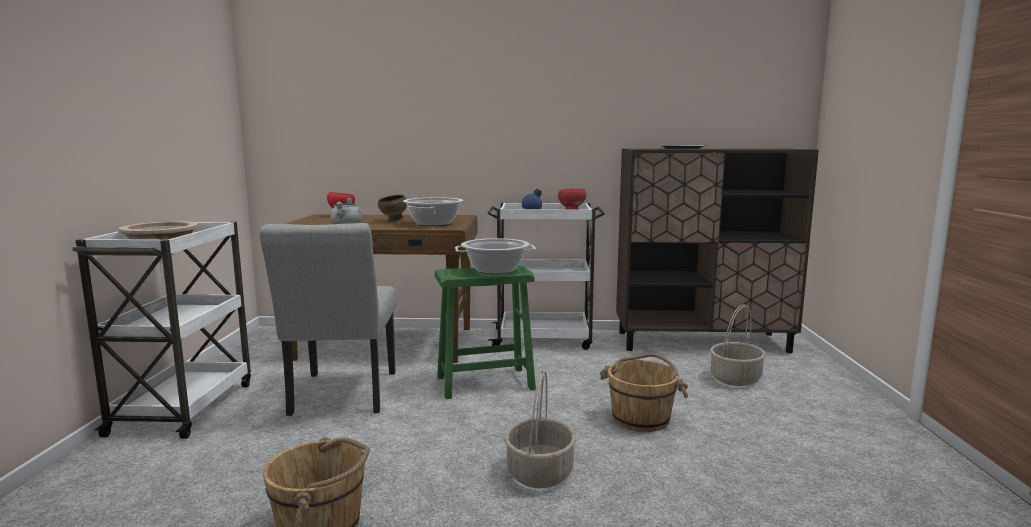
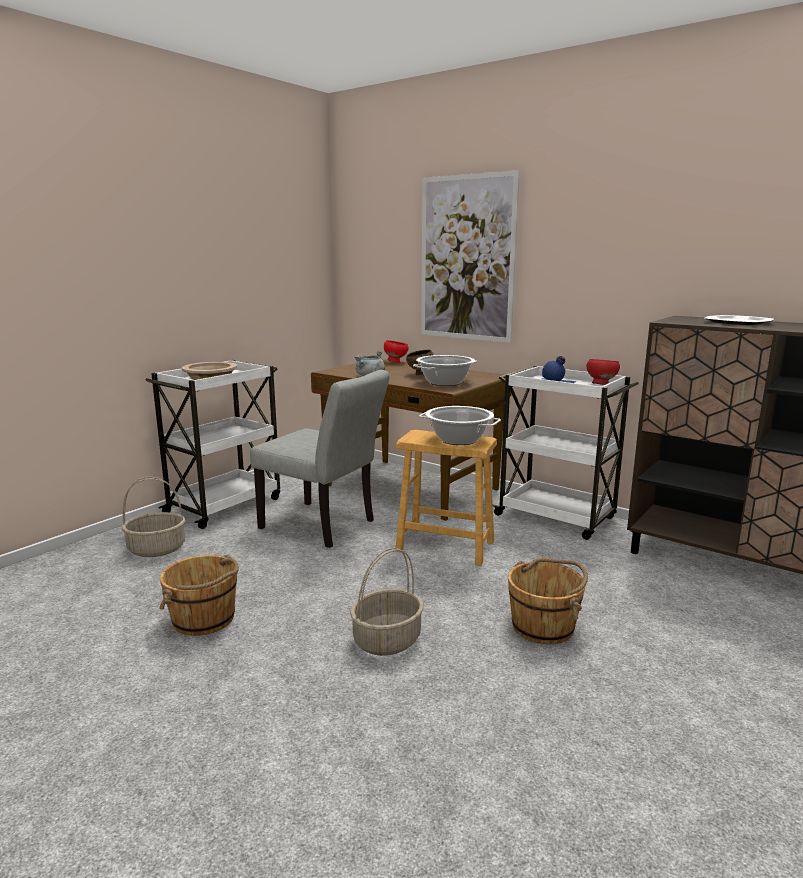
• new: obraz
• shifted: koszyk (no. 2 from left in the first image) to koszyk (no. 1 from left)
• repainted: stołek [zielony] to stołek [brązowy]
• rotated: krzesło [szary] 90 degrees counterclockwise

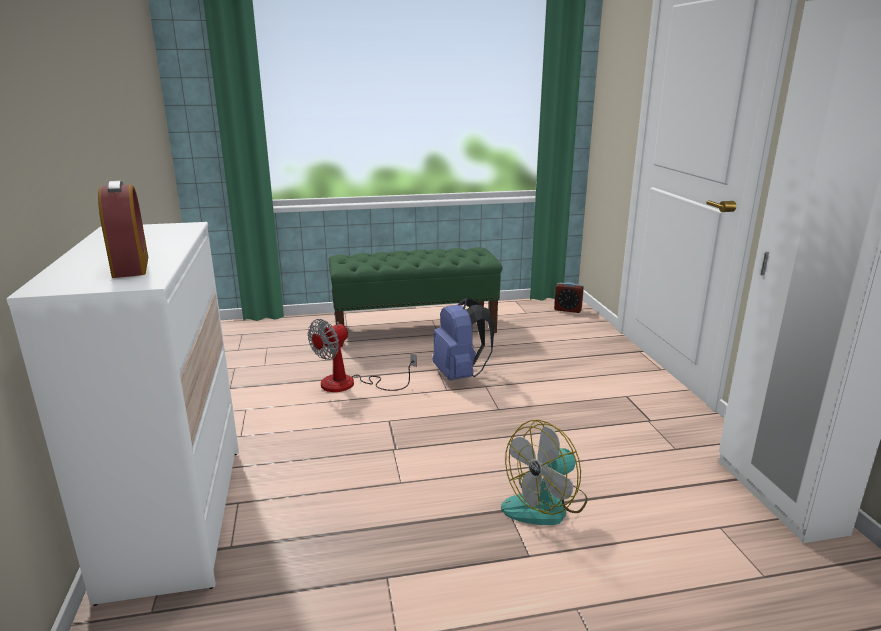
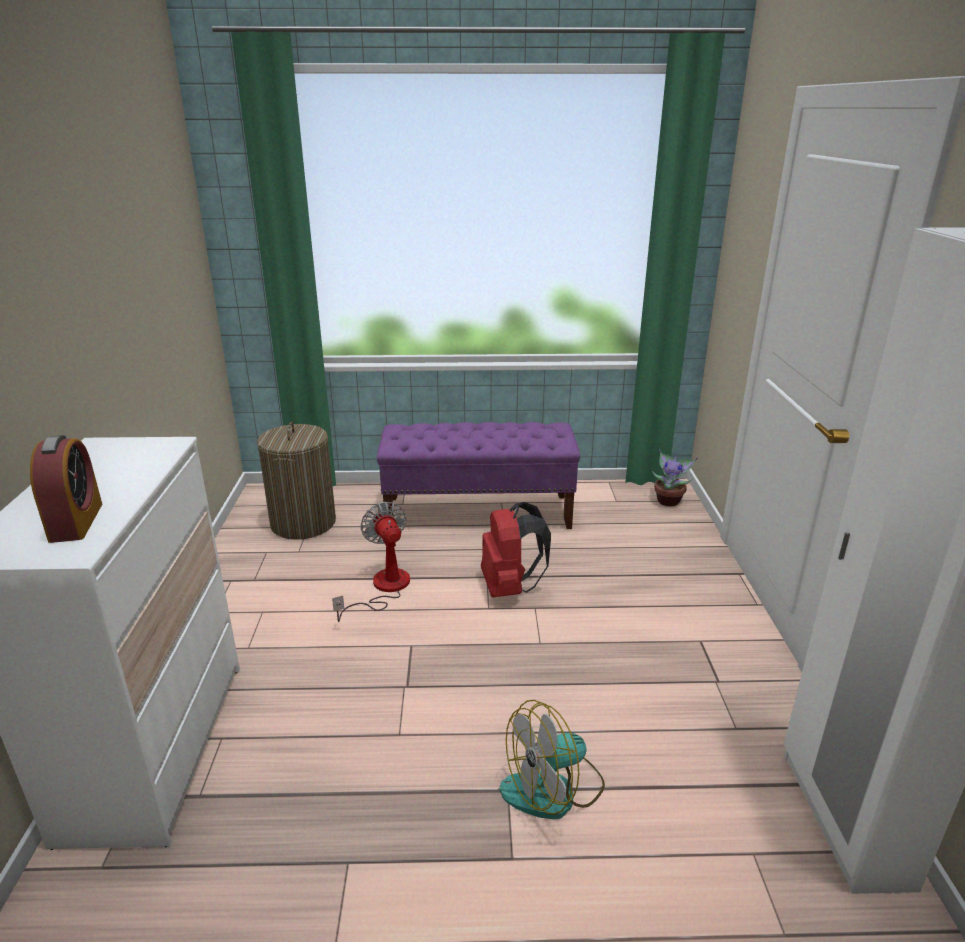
• new: kosz na pranie
• swapped: budzik (no. 2 from left) to roślina doniczkowa
• repainted: ławka [zielony] to ławka [fioletowy]
• repainted: plecak [niebieski] to plecak [czerwony]
• rotated: wentylator (no. 1 from left) 105 degrees clockwise

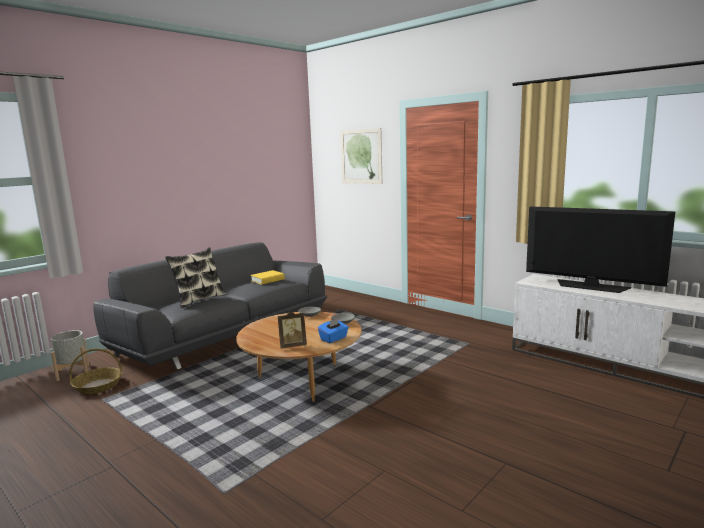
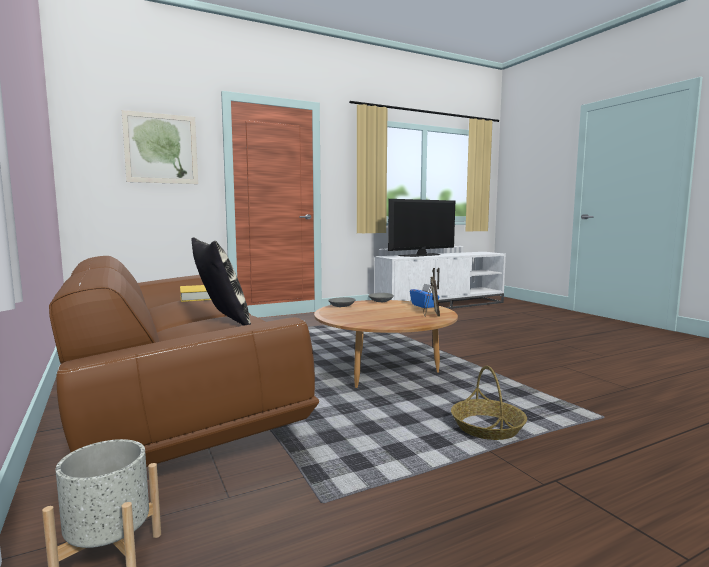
• shifted: koszyk
• repainted: kanapa [szary] to kanapa [brązowy]

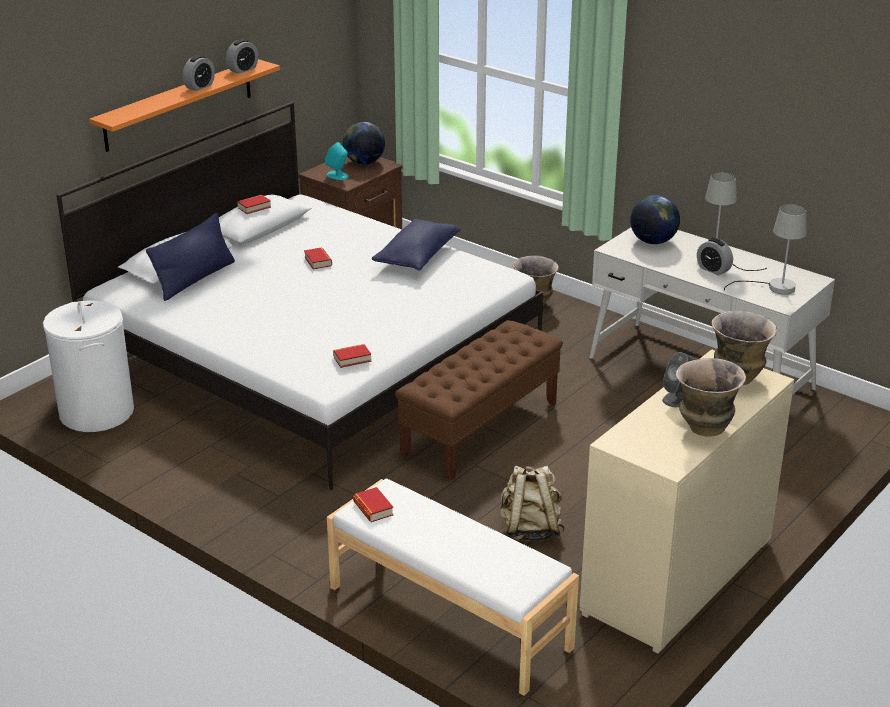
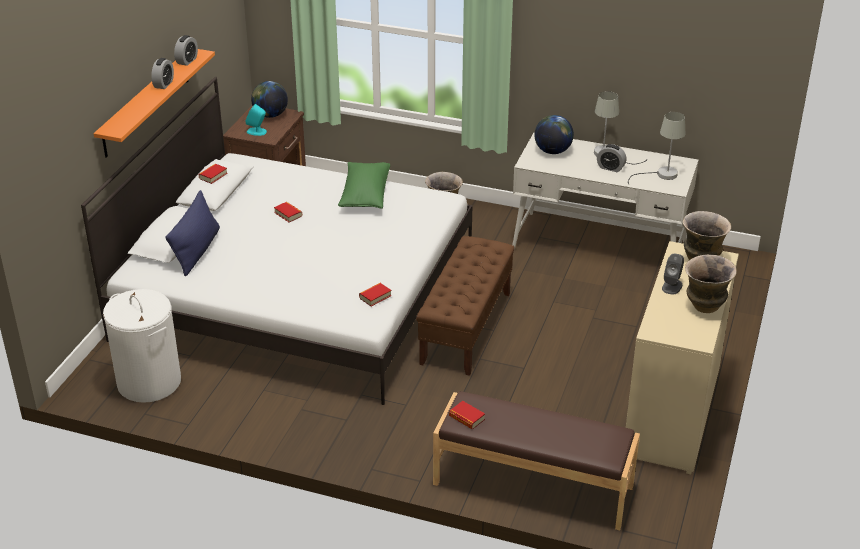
• gone: plecak [beżowy]
• repainted: ławka [biały] to ławka [brązowy] (no. 2 from left)
• repainted: poduszka [niebieski] (no. 2 from left) to poduszka [zielony]

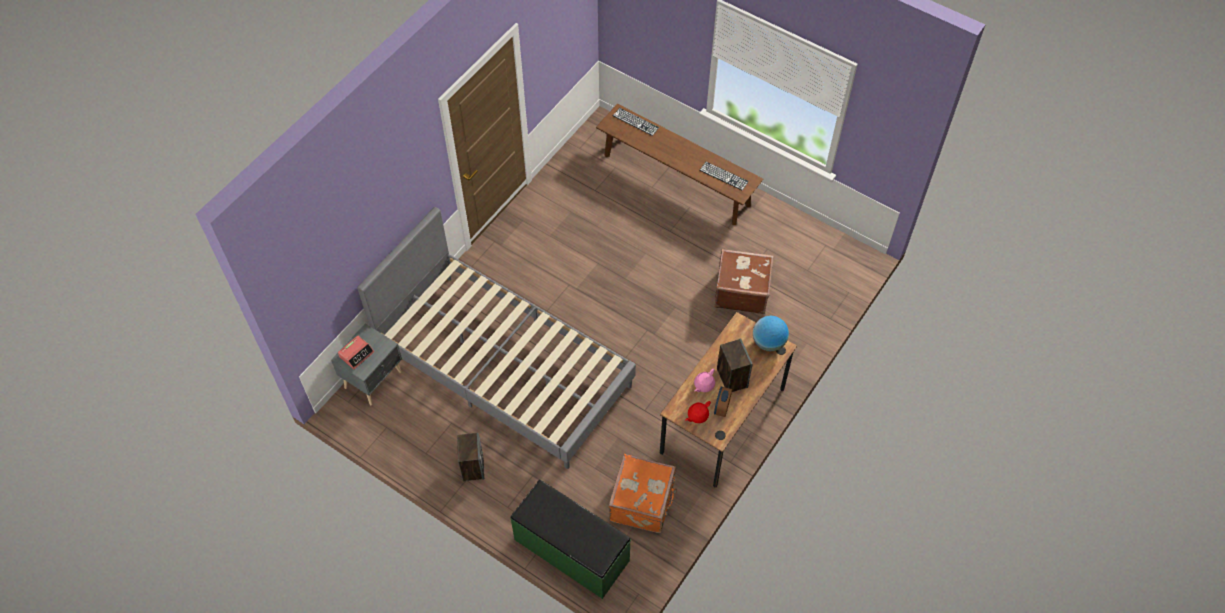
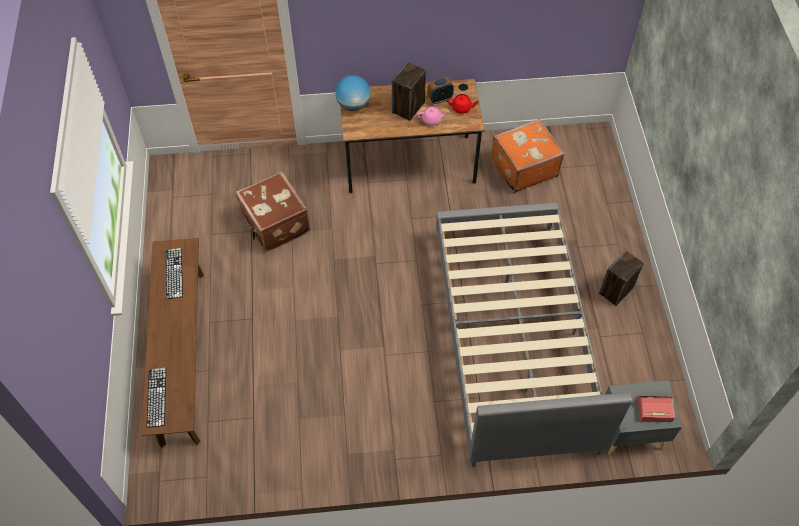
• gone: ławka [zielony]

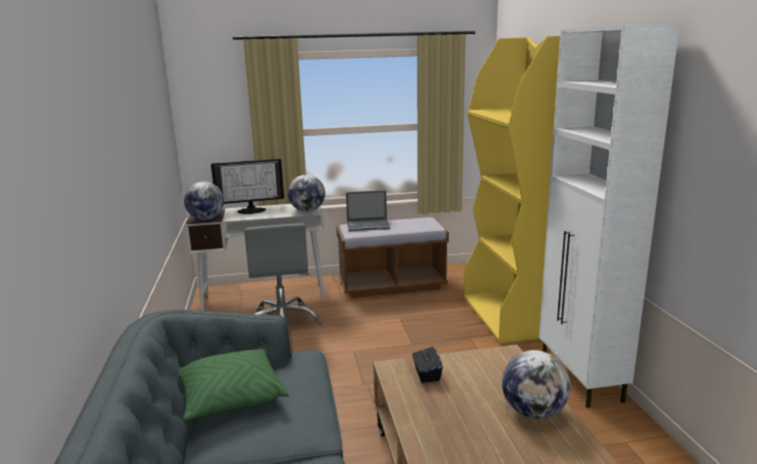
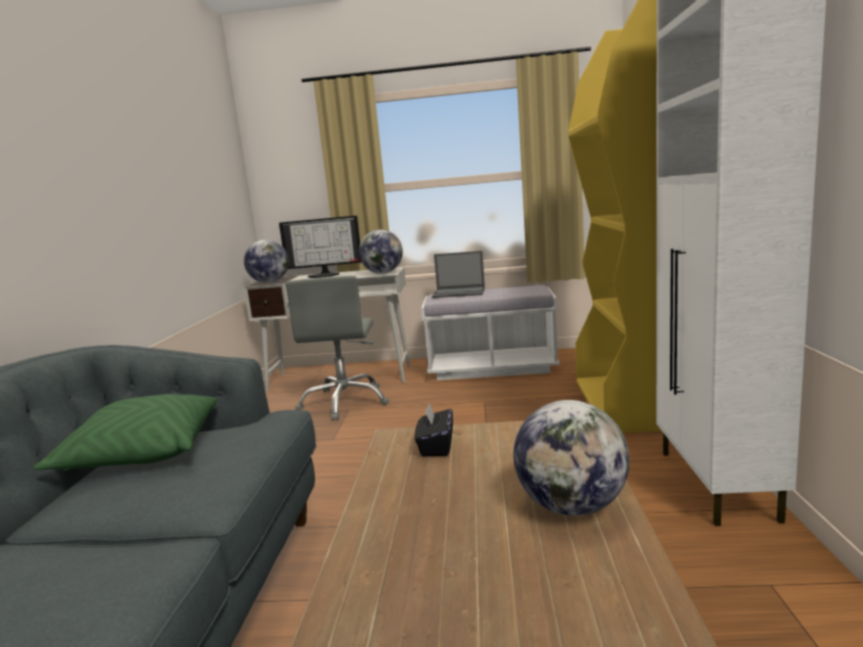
• repainted: ławka [brązowy] to ławka [biały]

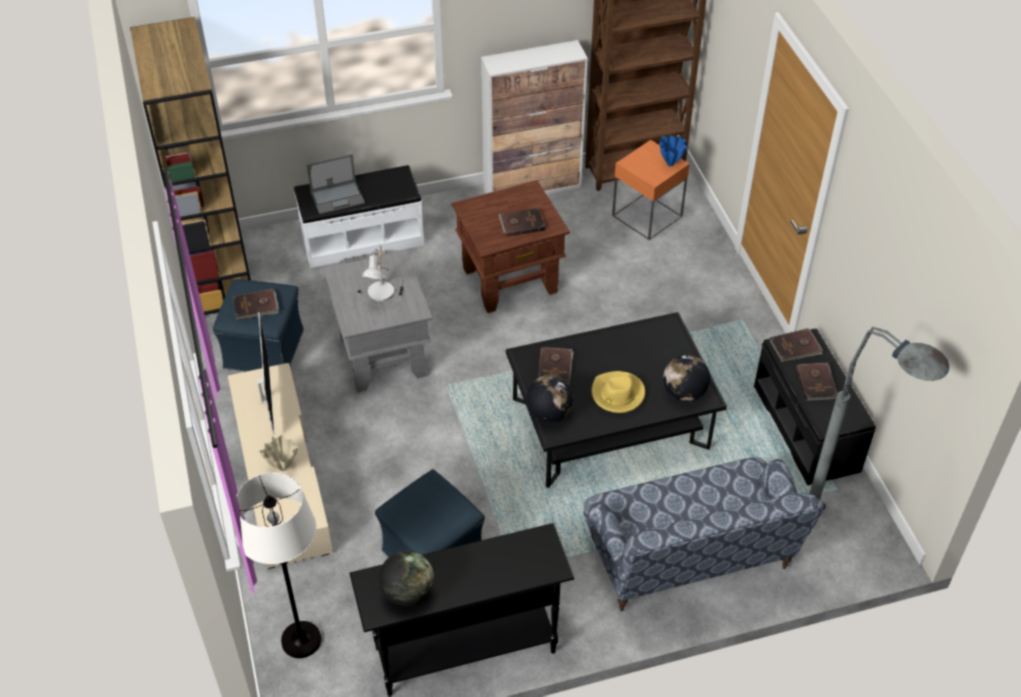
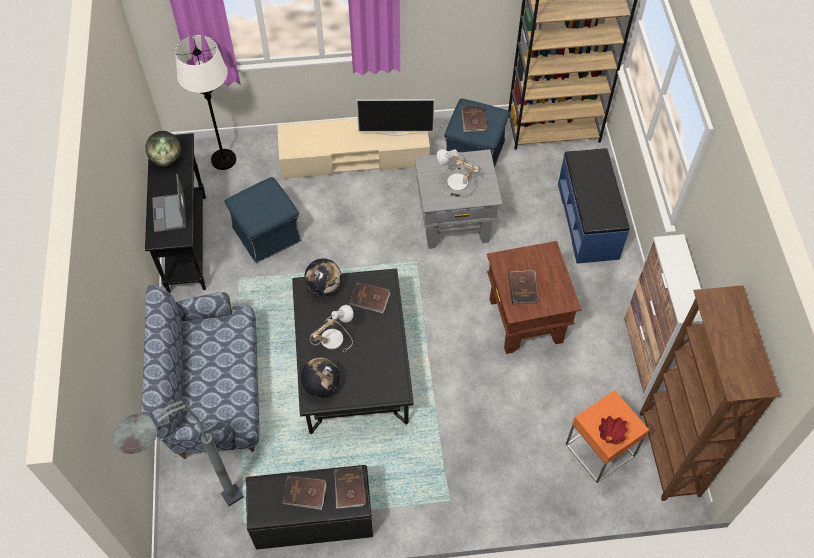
• gone: wazon [beżowy]
• shifted: laptop
• swapped: kapelusz [żółty] to lampa stołowa (no. 1 from left)
• repainted: ławka [biały] to ławka [niebieski]
• repainted: wazon [niebieski] to wazon [czerwony]

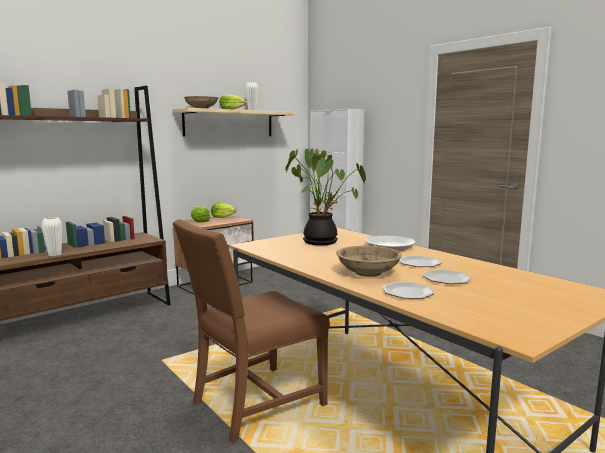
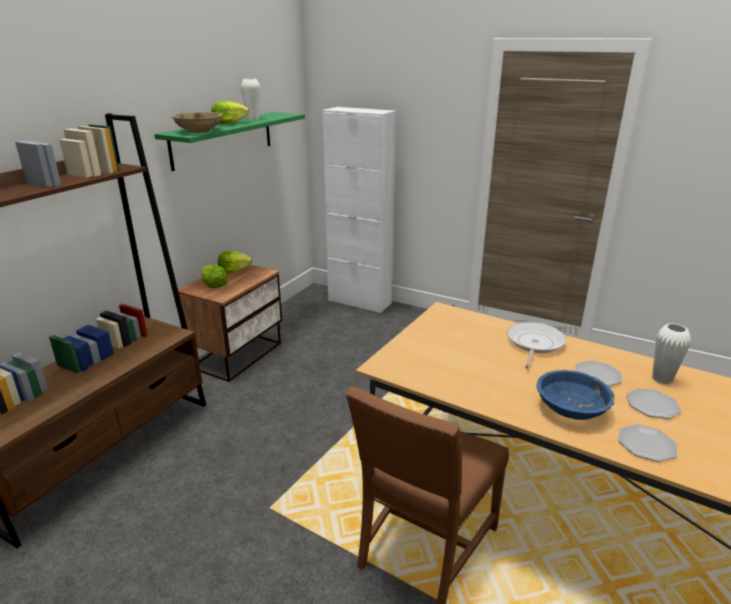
• gone: roślina doniczkowa
• shifted: wazon [biały] (no. 1 from left in the first image) to wazon [biały] (no. 2 from left)
• repainted: półka [beżowy] to półka [zielony]
• repainted: miska [beżowy] (no. 2 from left) to miska [niebieski]

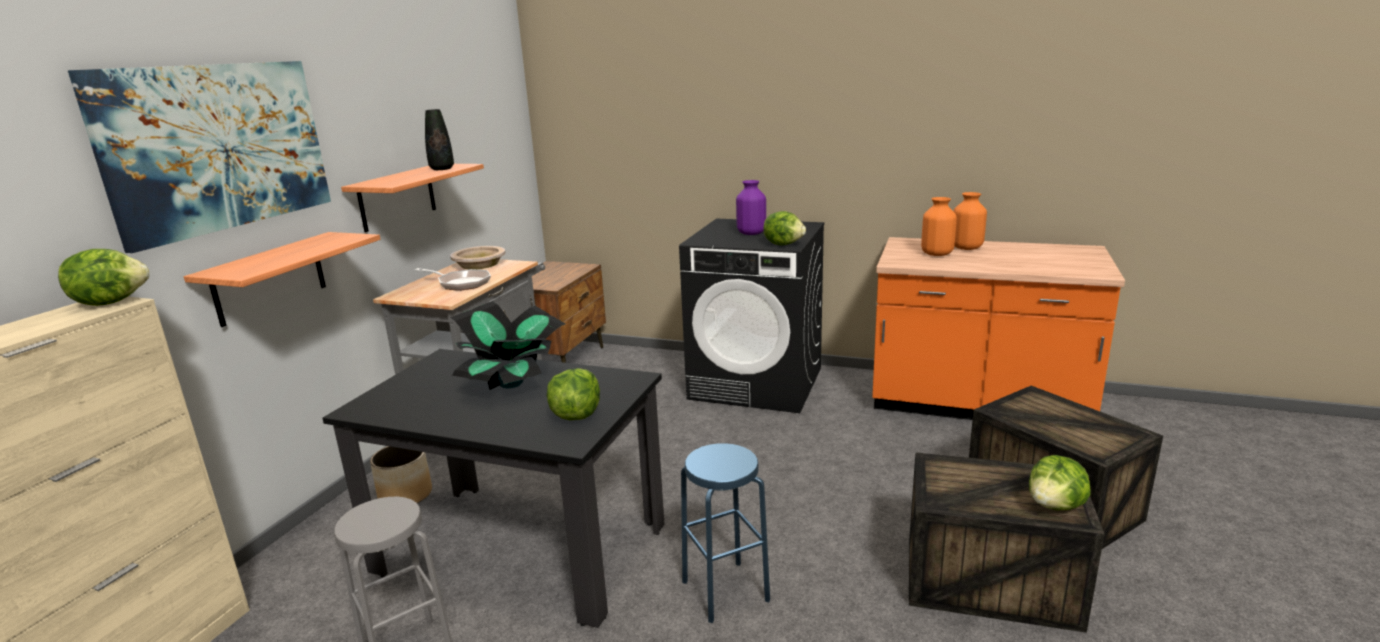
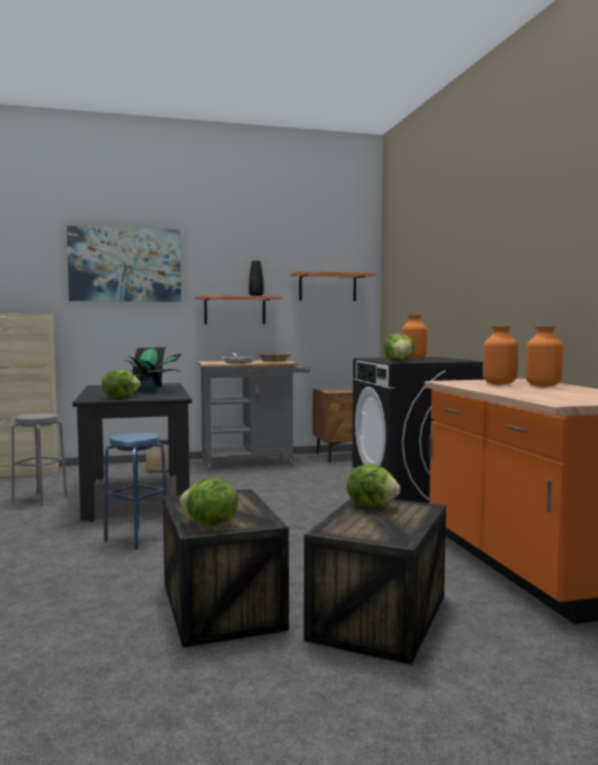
• shifted: sałata (no. 1 from left in the first image) to sałata (no. 3 from left)
• shifted: półka (no. 1 from left in the first image) to półka (no. 2 from left)
• repainted: wazon [fioletowy] to wazon [pomarańczowy] (no. 1 from left)

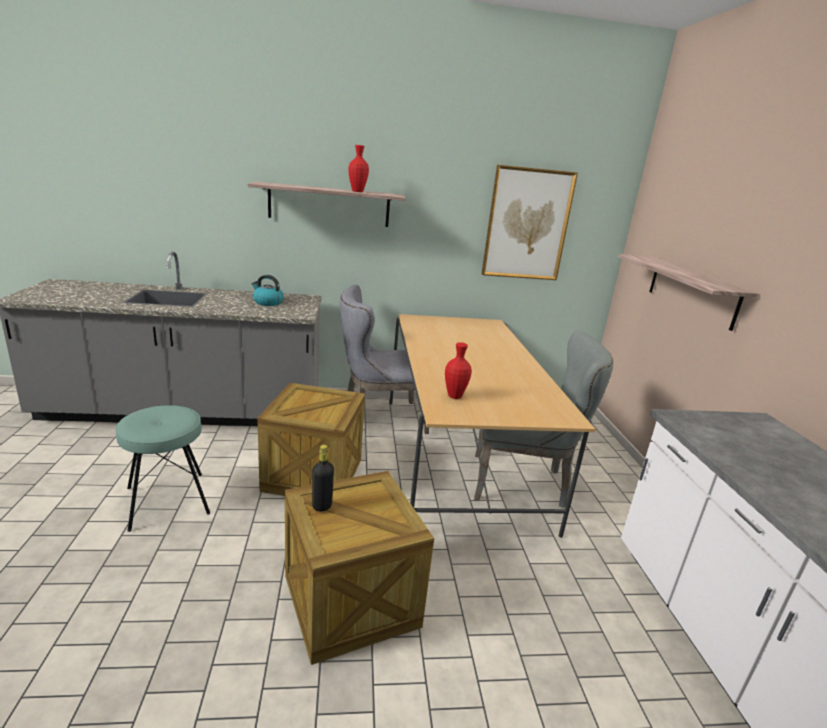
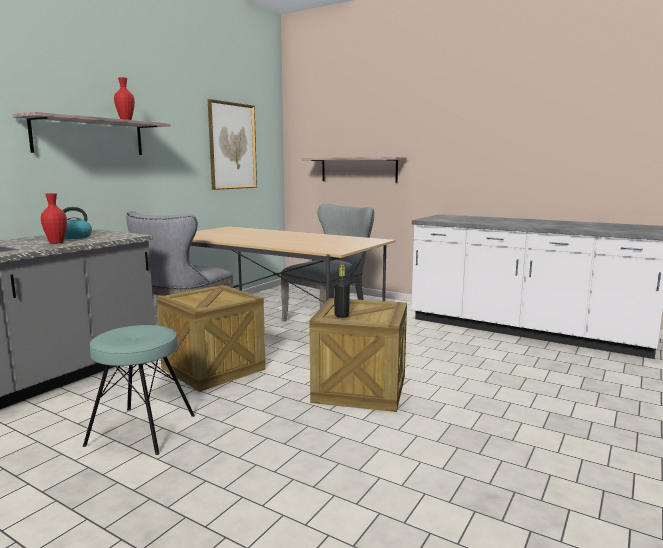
• shifted: wazon [czerwony] (no. 2 from left in the first image) to wazon [czerwony] (no. 1 from left)

